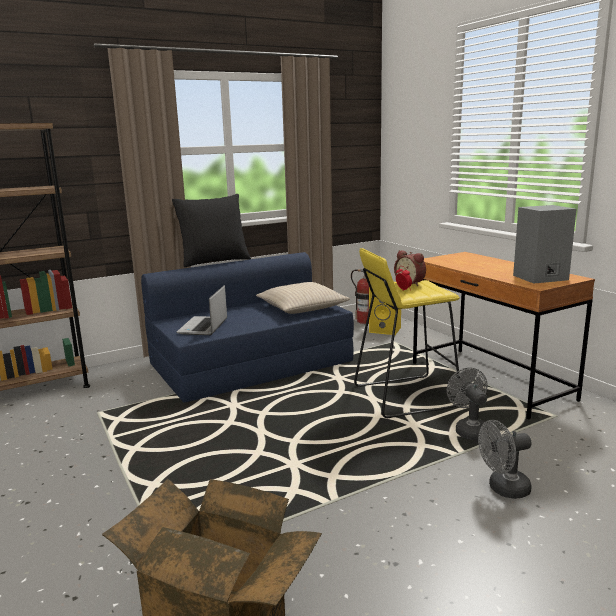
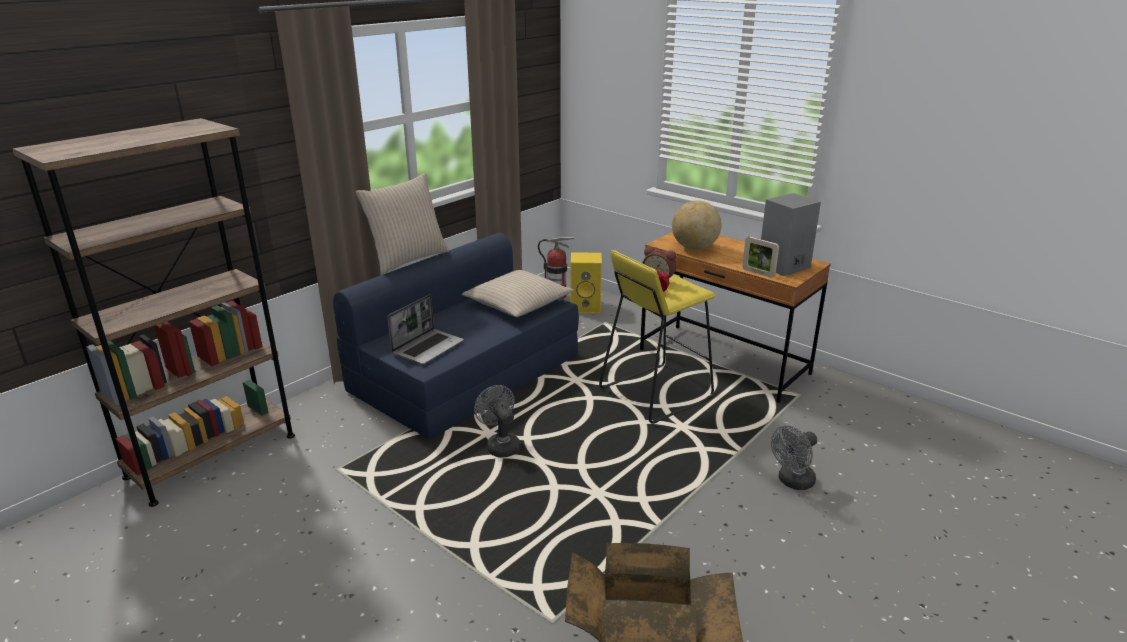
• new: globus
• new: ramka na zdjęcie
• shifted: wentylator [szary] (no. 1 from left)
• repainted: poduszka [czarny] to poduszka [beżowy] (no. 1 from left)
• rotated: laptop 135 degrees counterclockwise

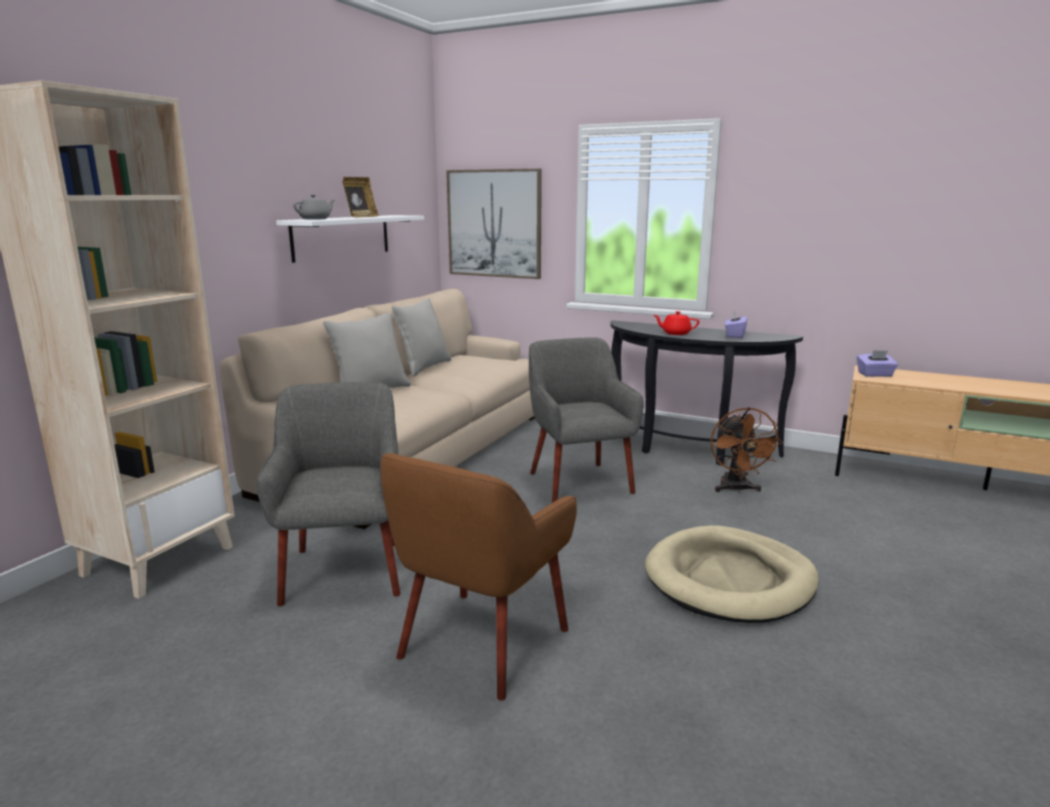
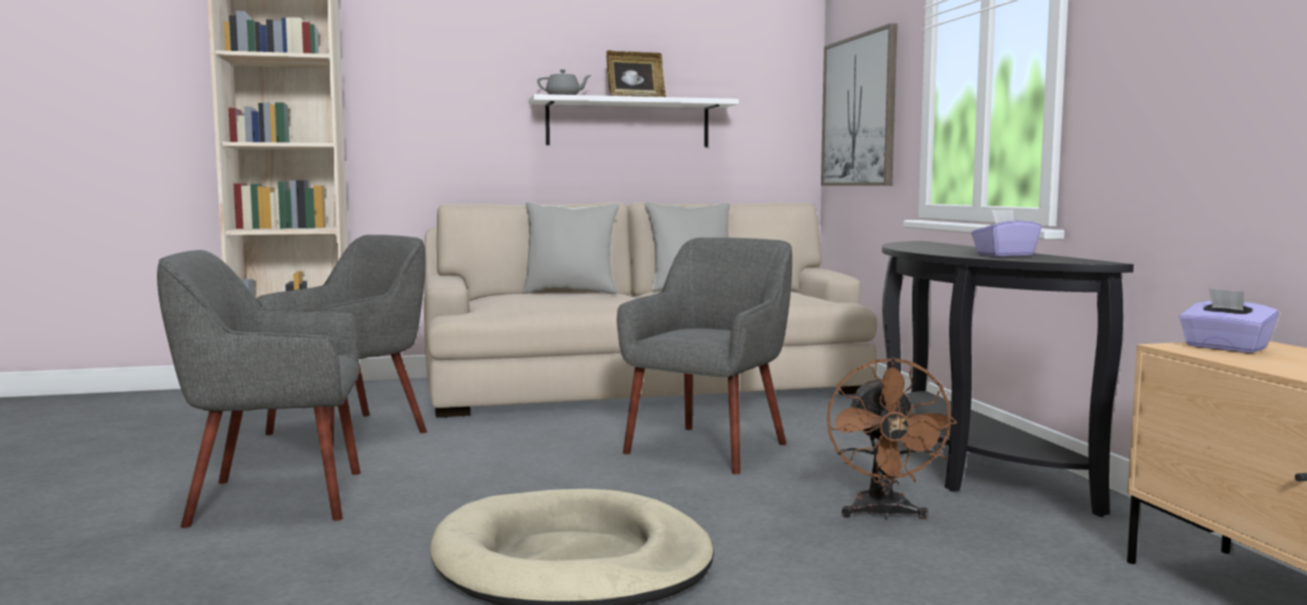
• gone: imbryk [czerwony]
• repainted: fotel [brązowy] to fotel [szary] (no. 1 from left)
• rotated: wentylator [brązowy] 45 degrees counterclockwise

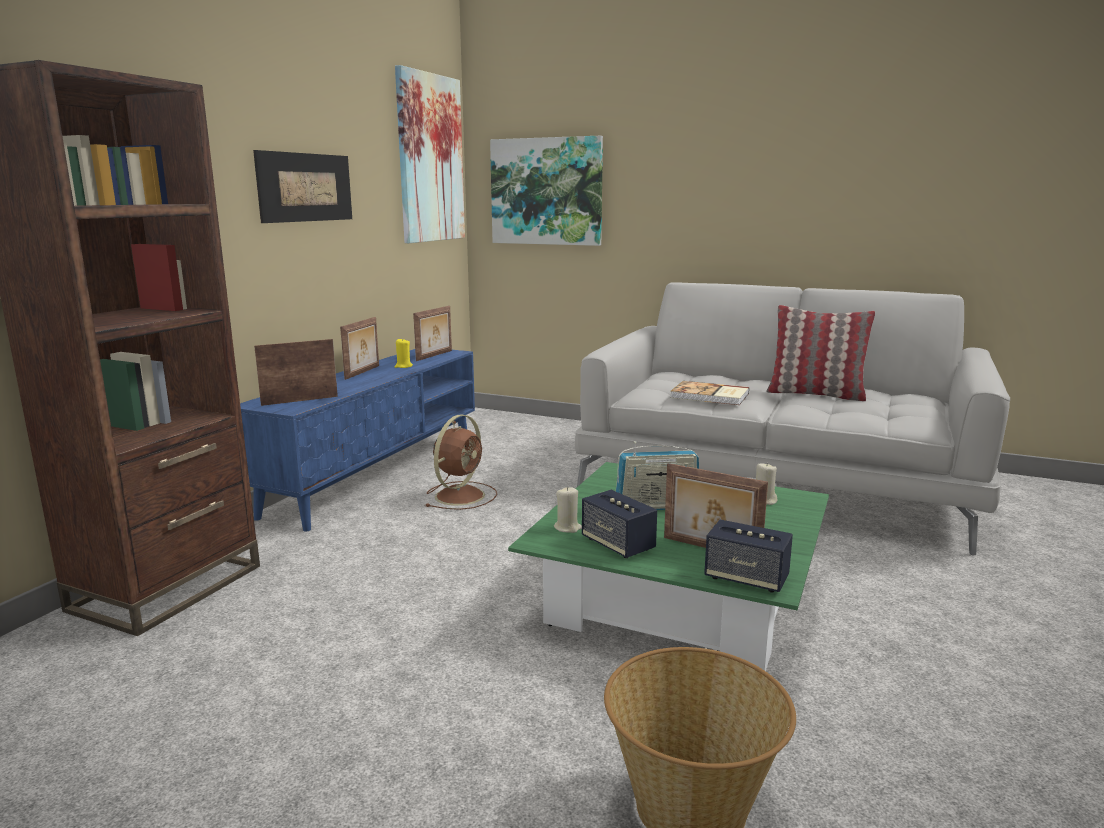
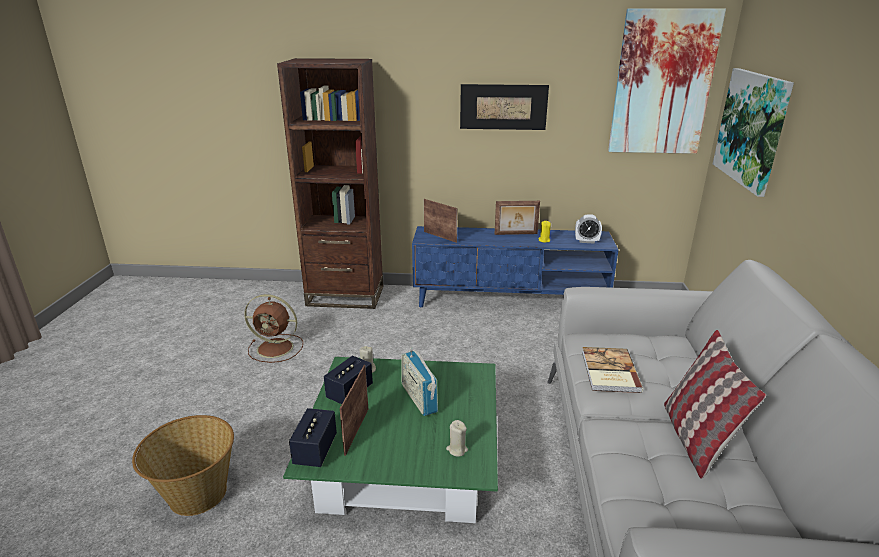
• shifted: wentylator [brązowy]
• swapped: ramka na zdjęcie (no. 3 from left) to budzik

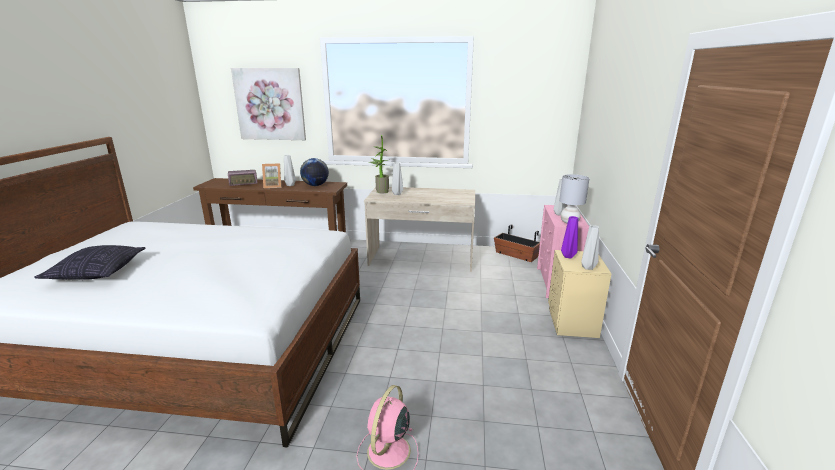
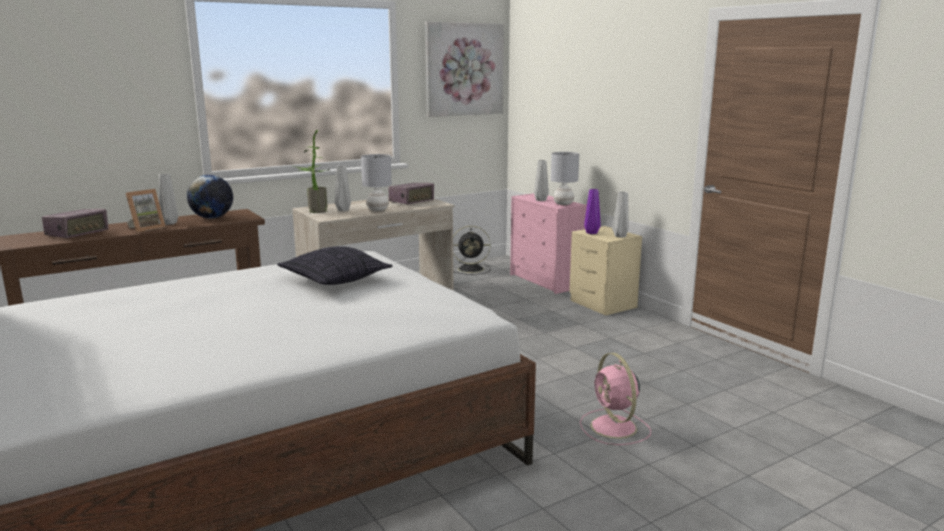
• new: lampa stołowa [szary] (no. 1 from left)
• new: radio (no. 2 from left)
• shifted: poduszka
• shifted: obraz
• swapped: donica to wentylator [czarny]

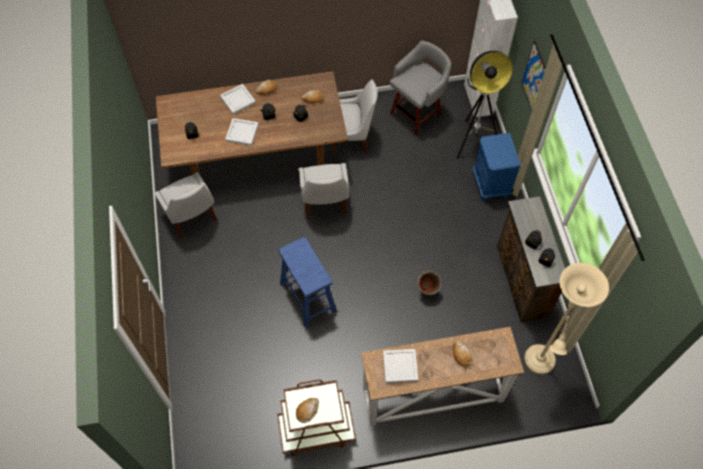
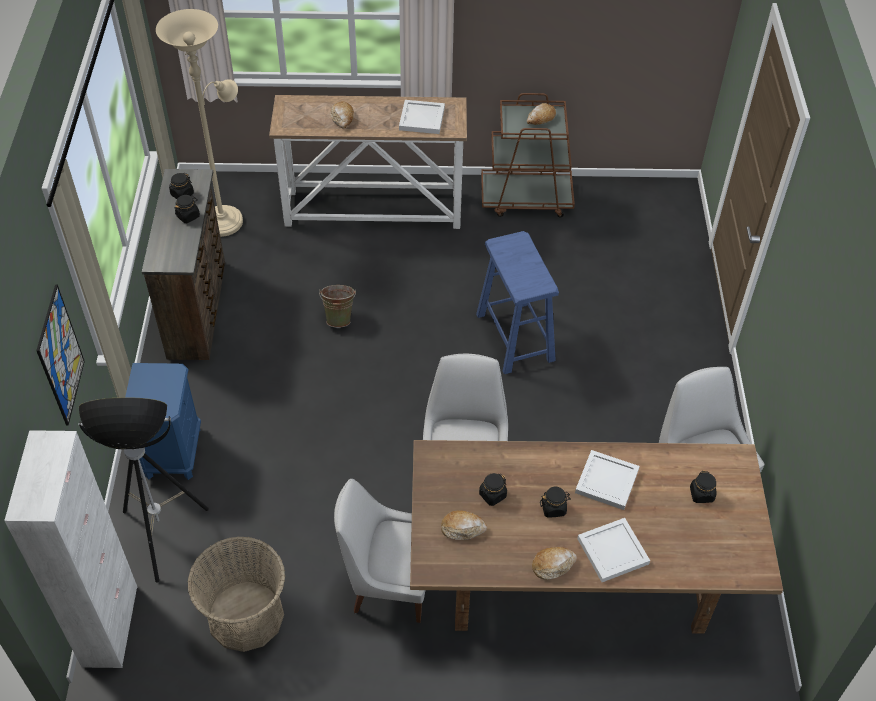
• swapped: stołek [szary] to koszyk

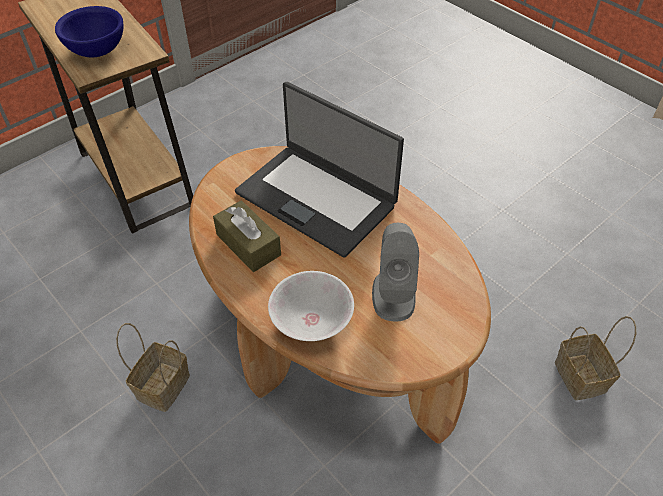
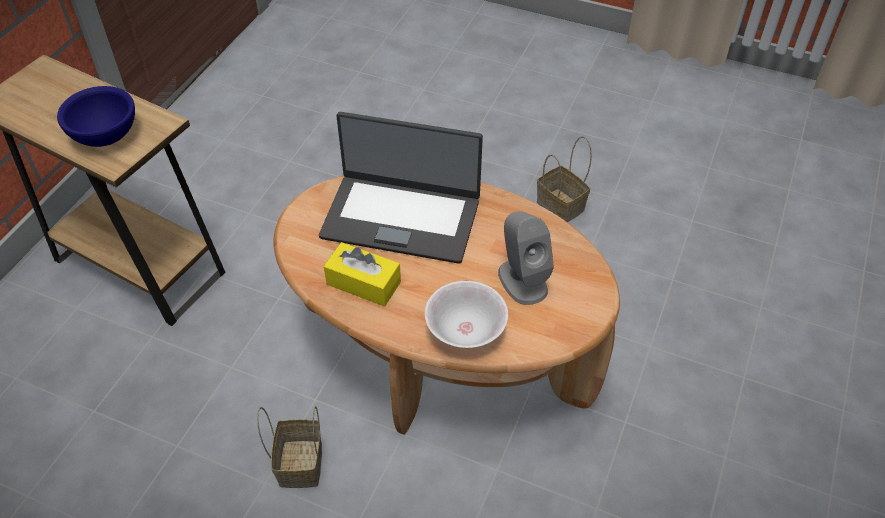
• shifted: koszyk (no. 2 from left)
• repainted: pudełko chusteczek [brązowy] to pudełko chusteczek [żółty]

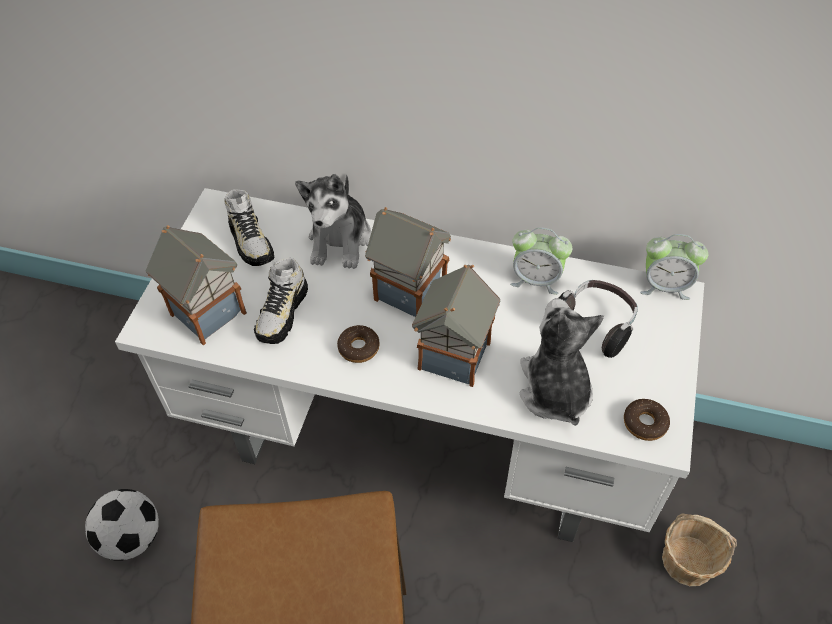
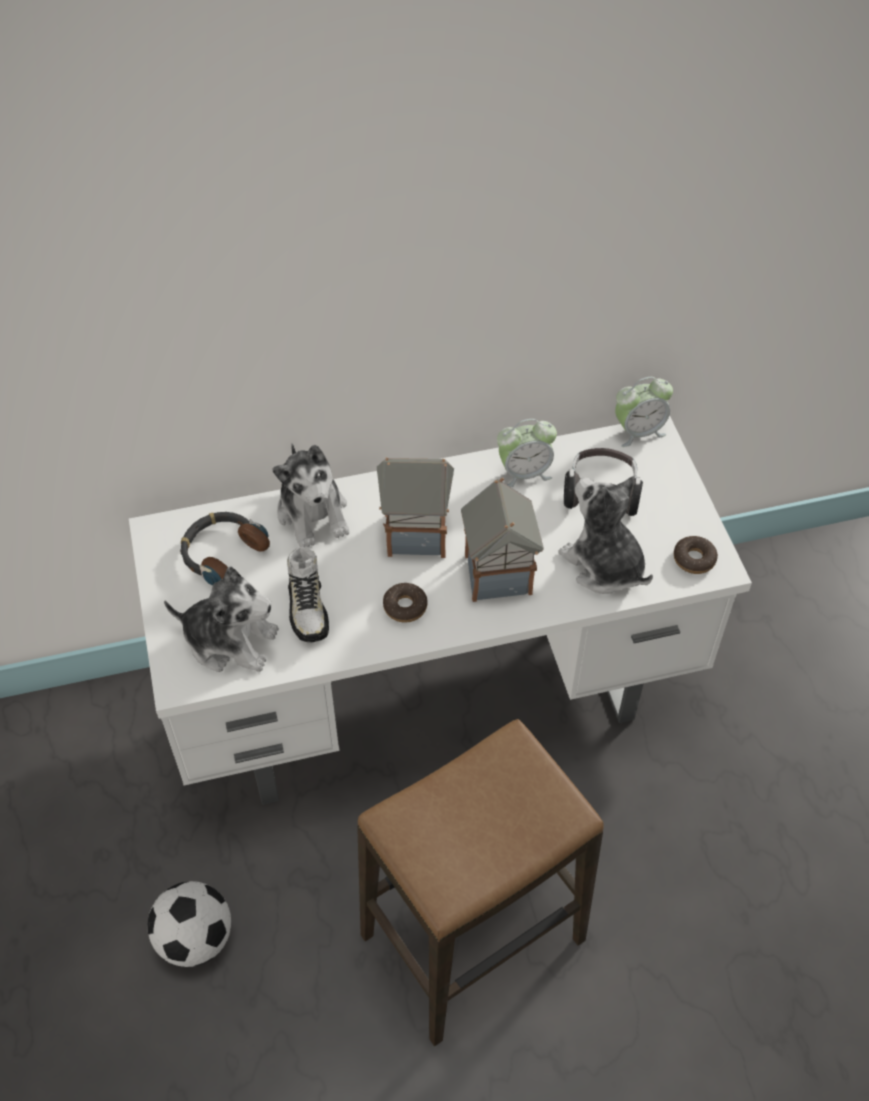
• gone: koszyk
• swapped: domek (no. 1 from left) to pluszak (no. 1 from left)
• swapped: but (no. 1 from left) to słuchawki (no. 1 from left)

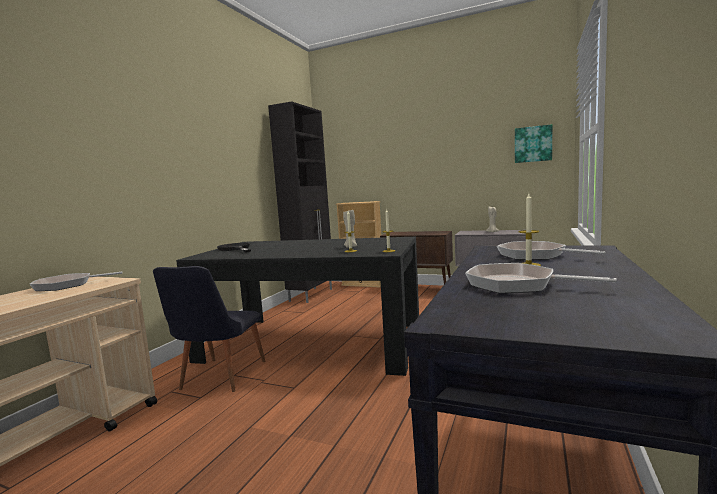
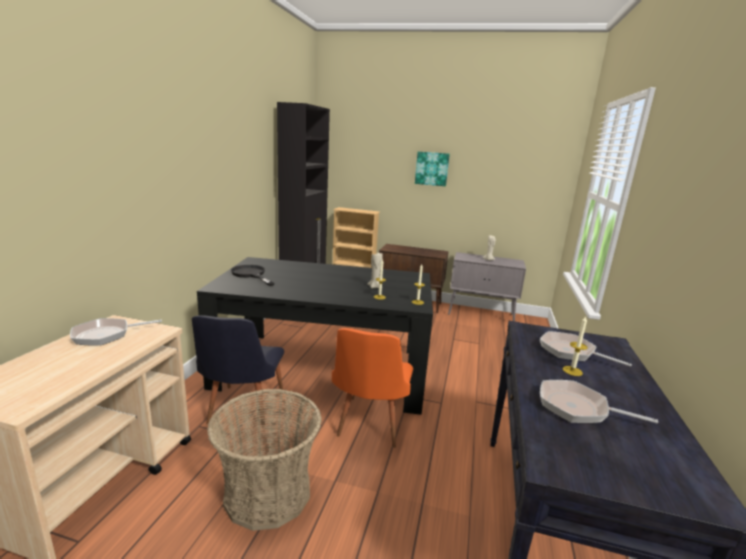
• new: koszyk
• new: krzesło [pomarańczowy]
• shifted: obraz

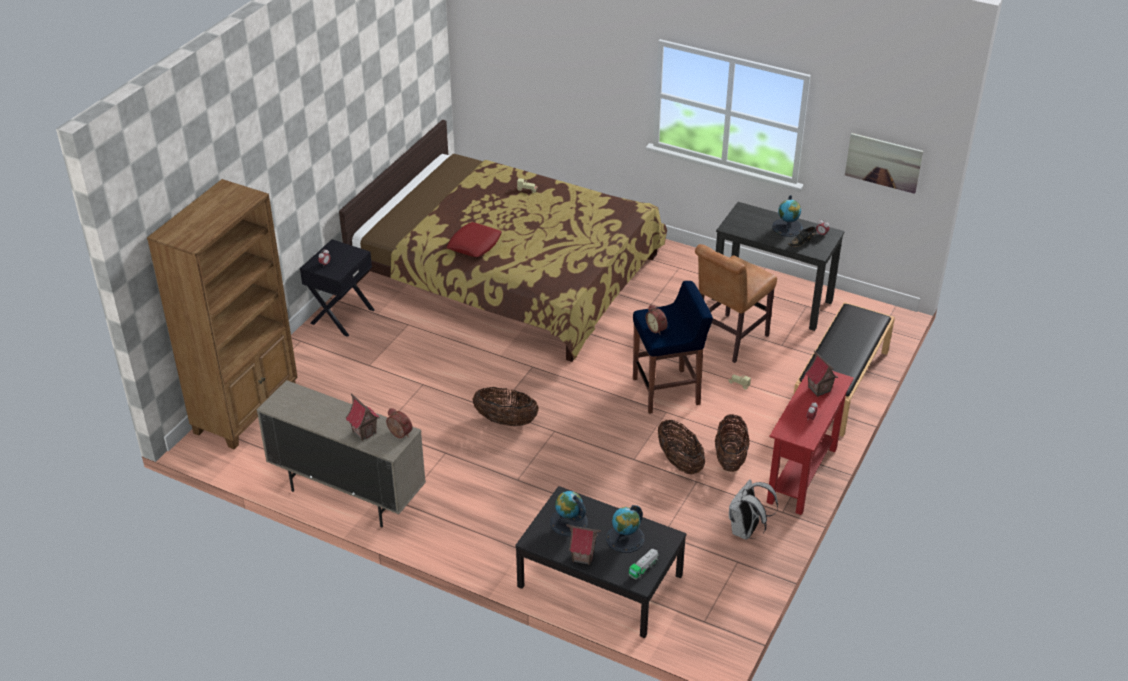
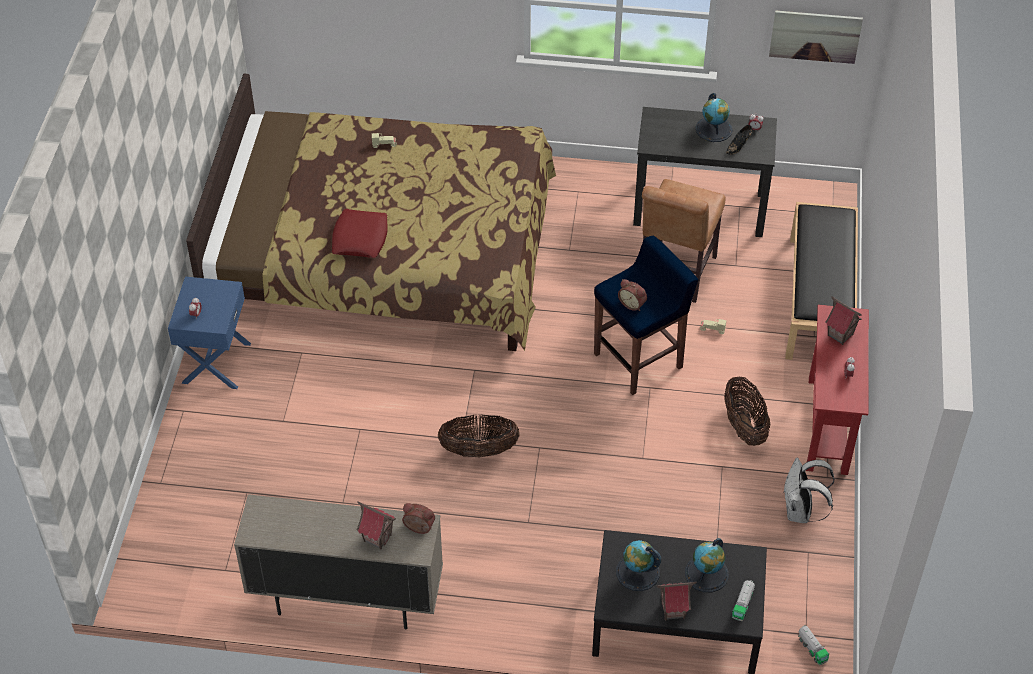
• gone: regał [brązowy]
• gone: koszyk (no. 2 from left)
• new: ciężarówka zabawkowa (no. 2 from left)
• repainted: szafka nocna [czarny] to szafka nocna [niebieski]

